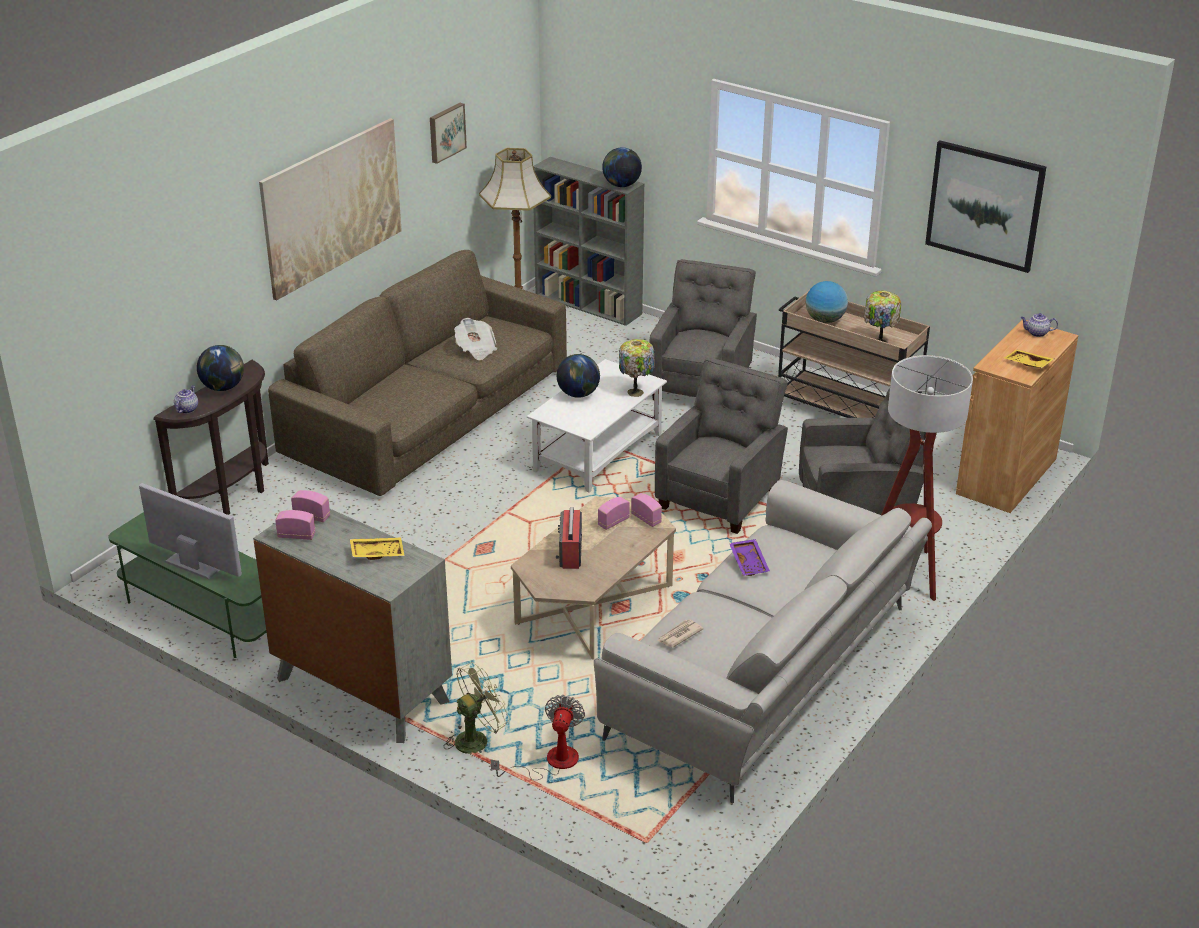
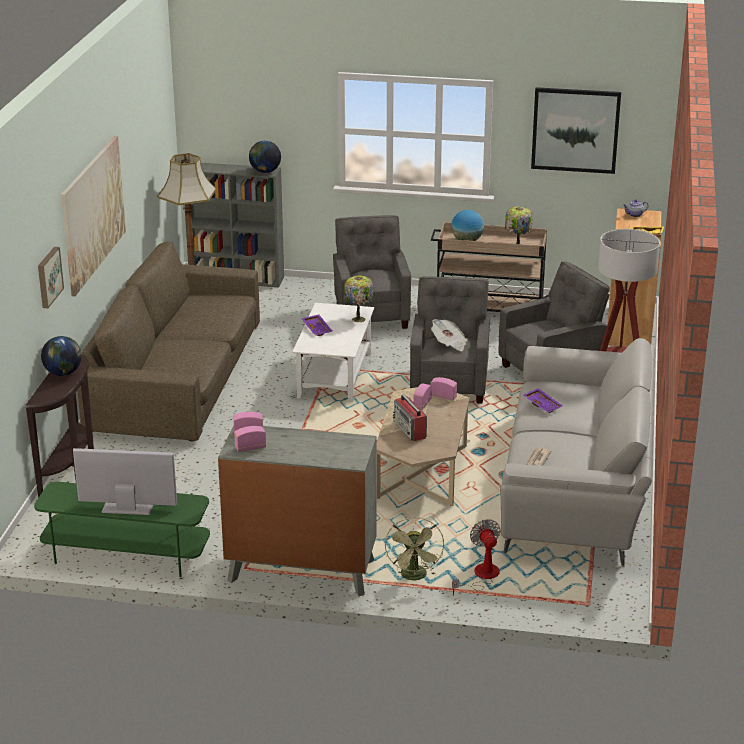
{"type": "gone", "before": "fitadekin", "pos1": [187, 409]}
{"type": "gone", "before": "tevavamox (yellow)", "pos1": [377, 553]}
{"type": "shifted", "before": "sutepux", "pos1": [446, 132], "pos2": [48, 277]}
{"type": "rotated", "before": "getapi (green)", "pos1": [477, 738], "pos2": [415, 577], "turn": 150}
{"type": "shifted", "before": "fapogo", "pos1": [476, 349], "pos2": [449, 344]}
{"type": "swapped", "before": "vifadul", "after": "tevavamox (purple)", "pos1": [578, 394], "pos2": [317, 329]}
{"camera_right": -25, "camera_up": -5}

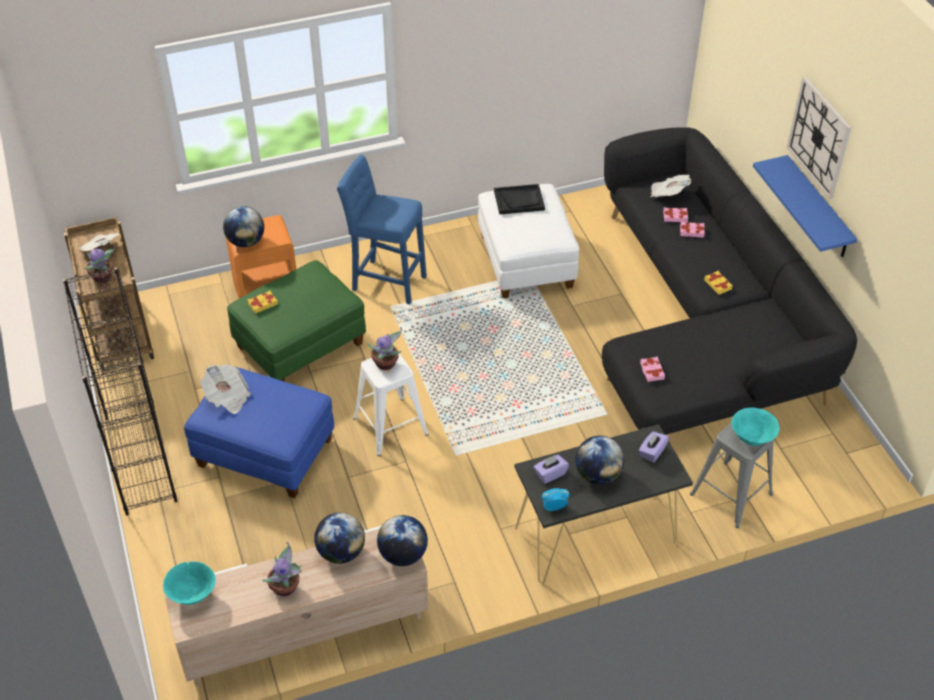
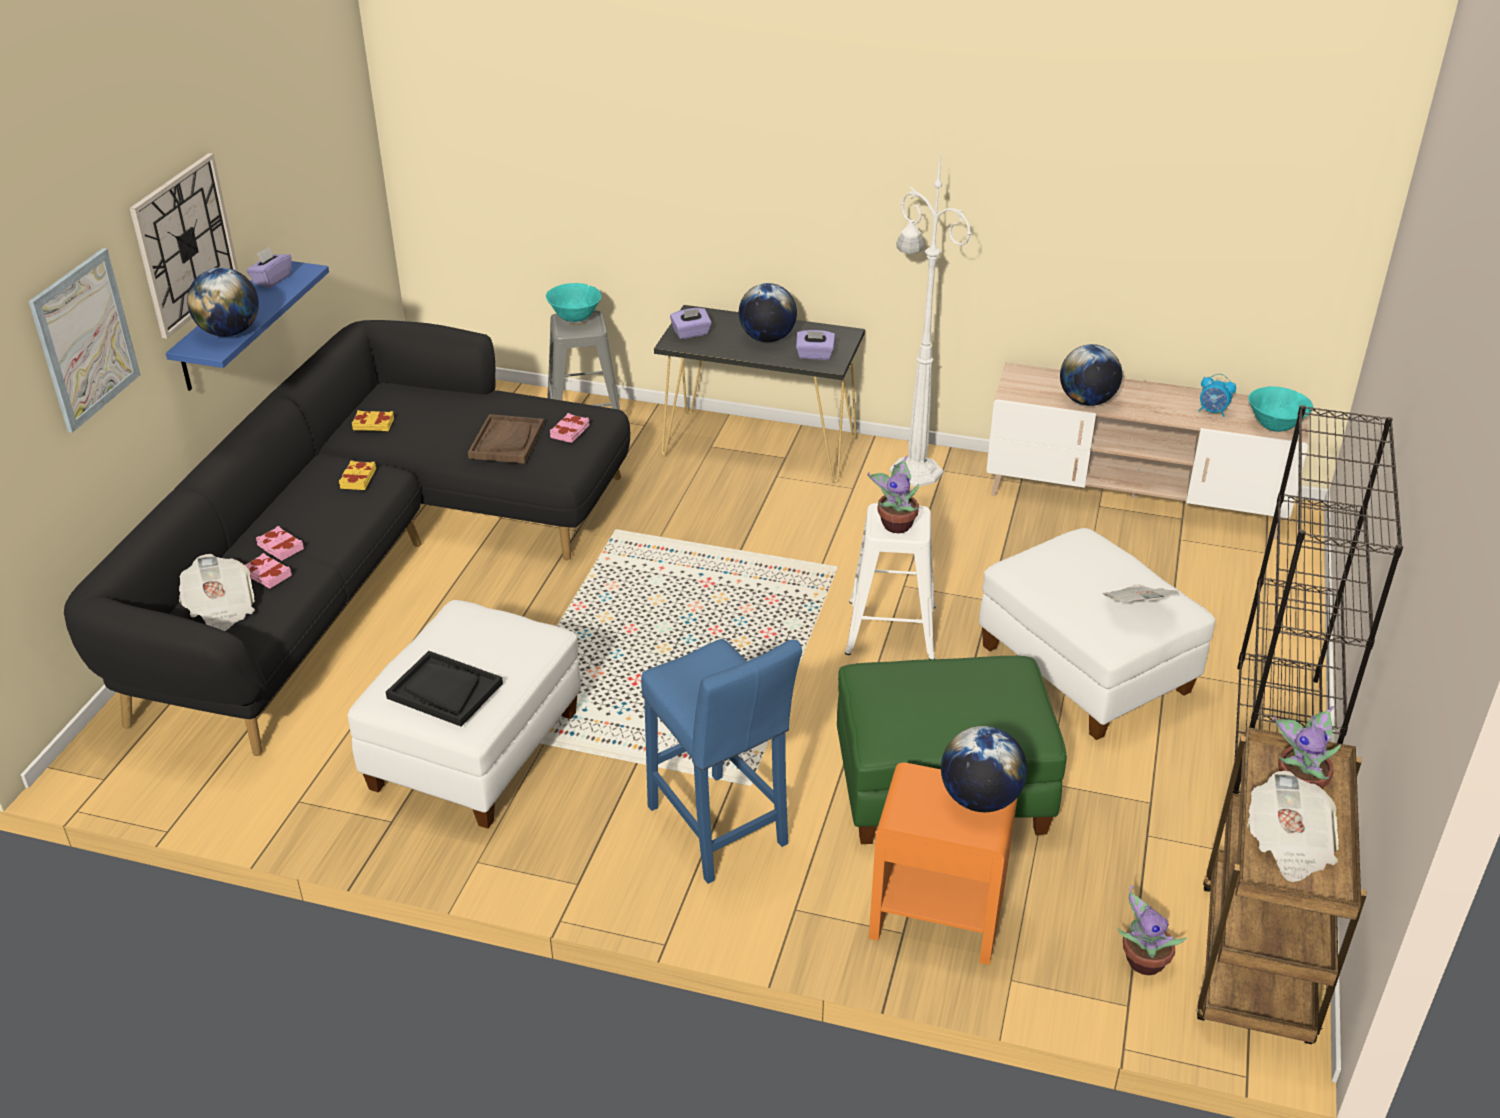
{"type": "repainted", "before": "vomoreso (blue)", "after": "vomoreso (white)", "pos1": [265, 453], "pos2": [1086, 670]}
{"type": "shifted", "before": "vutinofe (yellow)", "pos1": [262, 303], "pos2": [373, 425]}
{"type": "shifted", "before": "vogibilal", "pos1": [286, 587], "pos2": [1142, 961]}
{"type": "shifted", "before": "vifadul", "pos1": [403, 555], "pos2": [229, 332]}
{"type": "shifted", "before": "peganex", "pos1": [553, 507], "pos2": [1212, 411]}
{"type": "new", "after": "sutepux", "pos2": [85, 339]}
{"type": "new", "after": "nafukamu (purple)", "pos2": [272, 280]}
{"type": "new", "after": "tevavamox (brown)", "pos2": [506, 441]}
{"type": "new", "after": "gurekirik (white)", "pos2": [914, 470]}
{"camera_right": -145, "camera_up": -10}

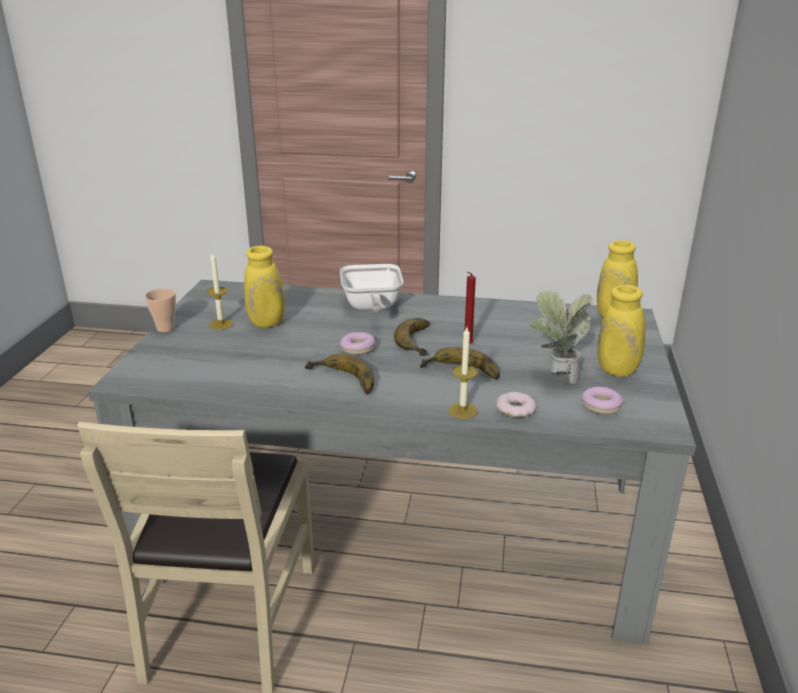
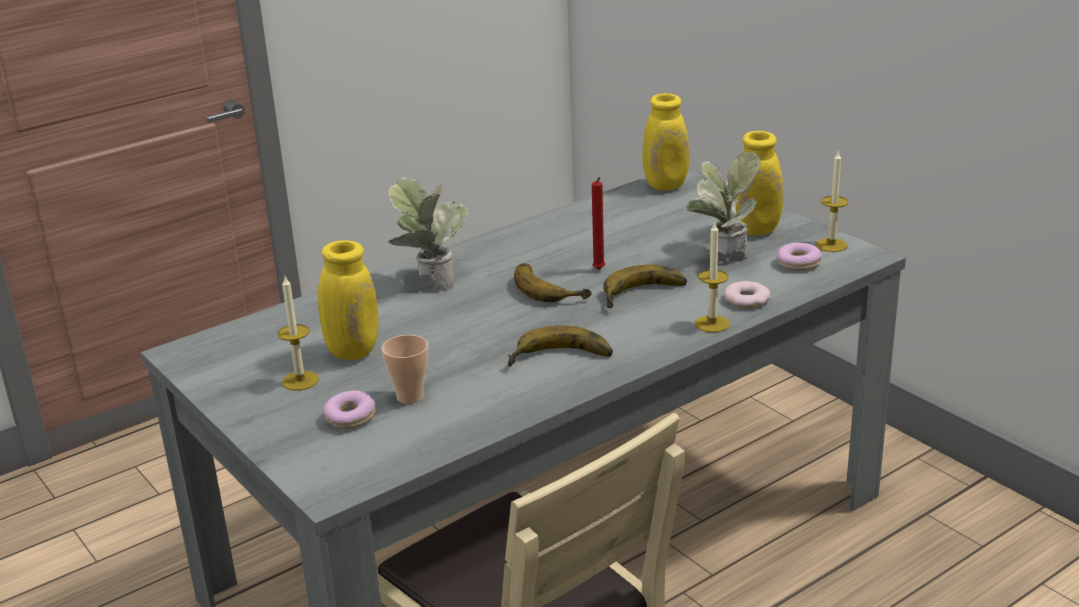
{"type": "shifted", "before": "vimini", "pos1": [165, 328], "pos2": [410, 397]}
{"type": "swapped", "before": "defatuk", "after": "vogibilal", "pos1": [371, 307], "pos2": [430, 282]}
{"type": "shifted", "before": "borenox", "pos1": [357, 348], "pos2": [350, 417]}
{"type": "new", "after": "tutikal", "pos2": [831, 245]}
{"camera_right": -45, "camera_up": 0}

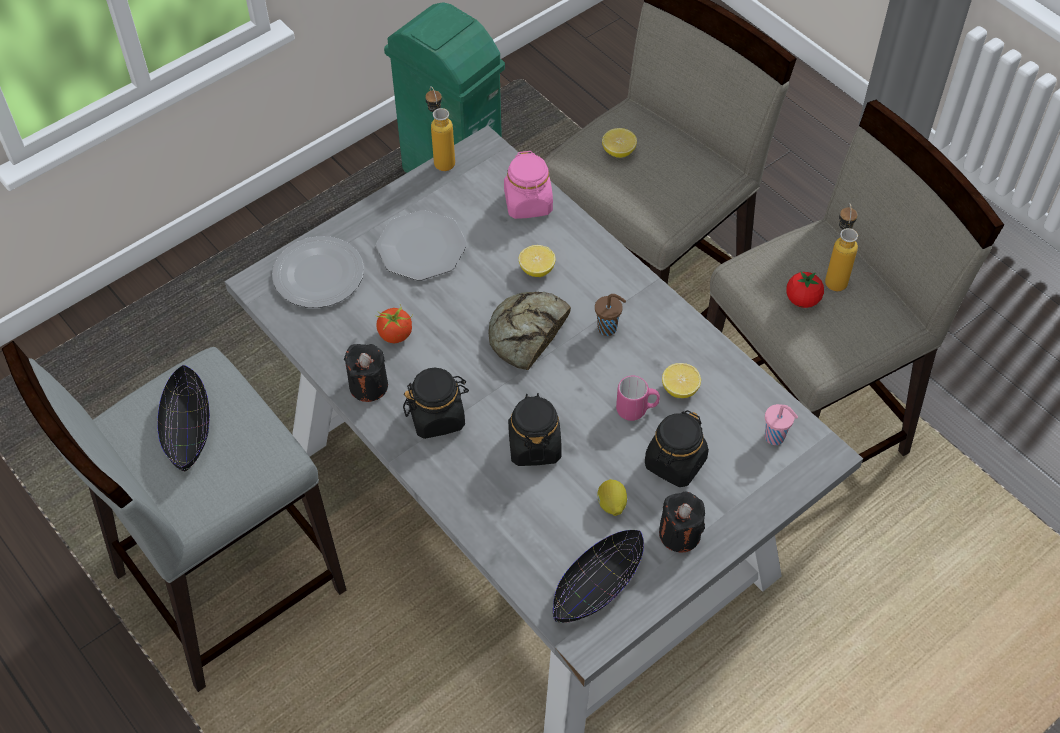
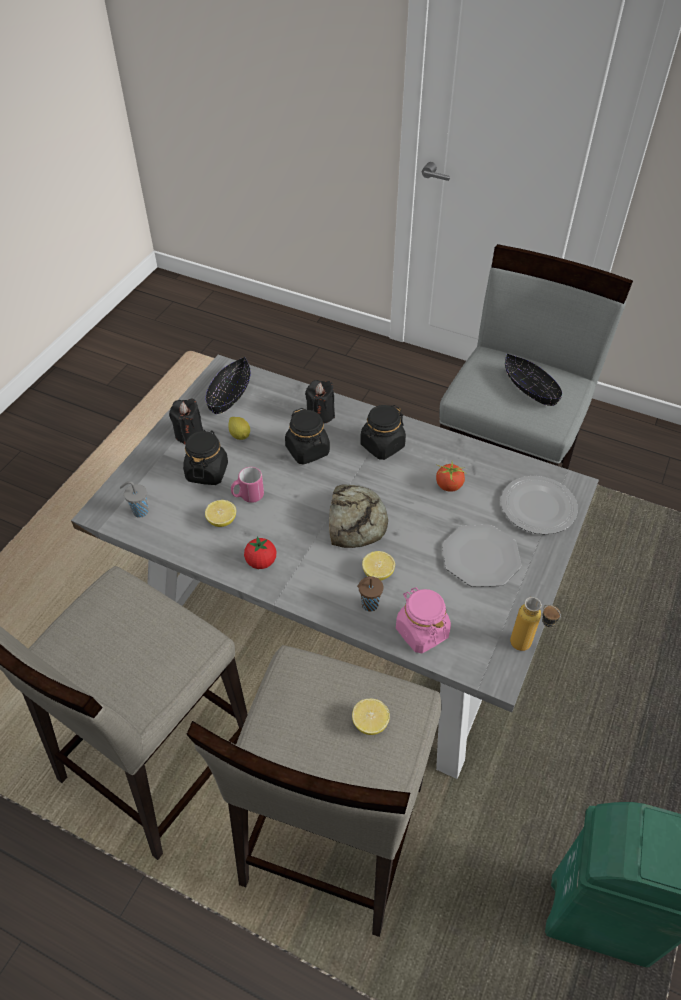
{"type": "shifted", "before": "tutikal (black)", "pos1": [368, 386], "pos2": [320, 414]}
{"type": "shifted", "before": "vimini (brown)", "pos1": [608, 328], "pos2": [368, 605]}
{"type": "repainted", "before": "vimini (pink)", "after": "vimini (grey)", "pos1": [776, 437], "pos2": [139, 511]}
{"type": "shifted", "before": "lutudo", "pos1": [802, 300], "pos2": [261, 562]}
{"type": "gone", "before": "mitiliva", "pos1": [835, 276]}
{"camera_right": 155, "camera_up": -5}

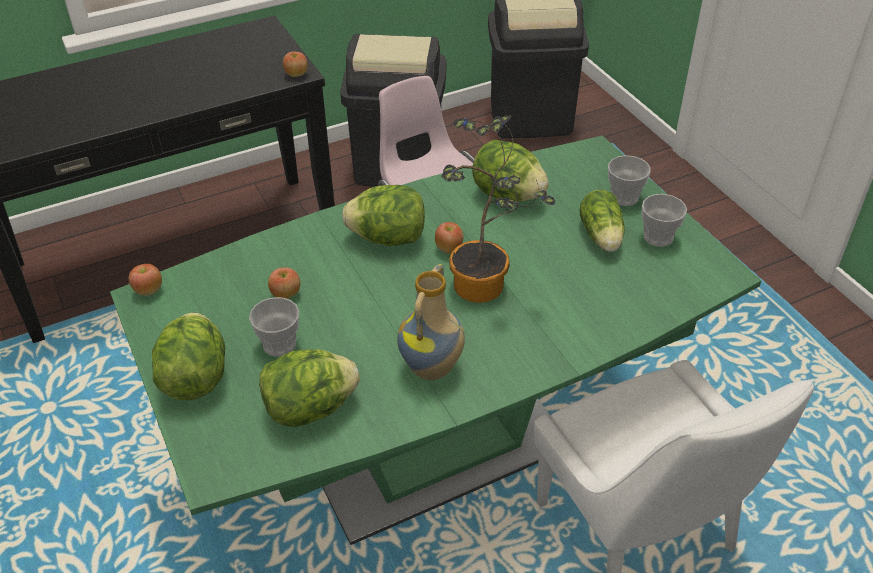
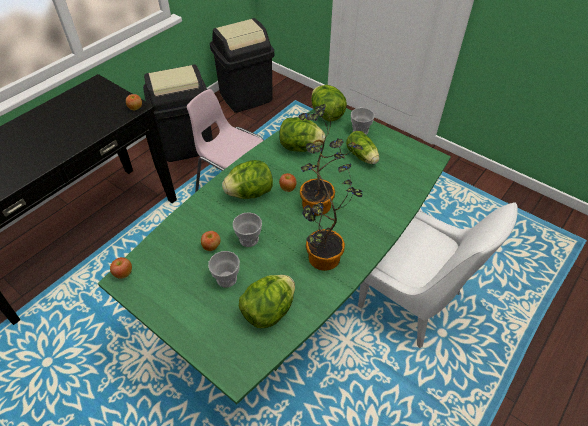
{"type": "shifted", "before": "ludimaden", "pos1": [195, 377], "pos2": [327, 114]}
{"type": "swapped", "before": "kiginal", "after": "vogibilal", "pos1": [433, 368], "pos2": [321, 261]}
{"type": "shifted", "before": "vimini", "pos1": [658, 237], "pos2": [249, 239]}
{"camera_right": -25, "camera_up": 5}

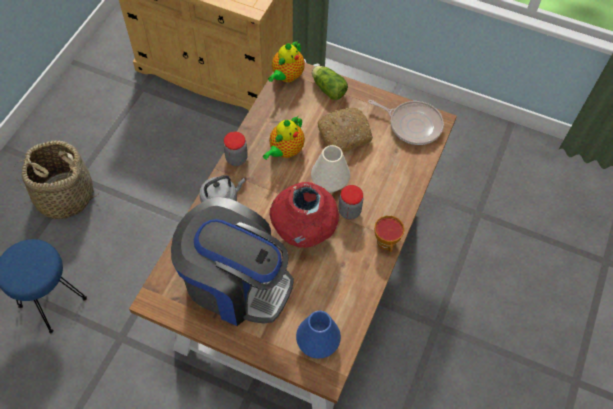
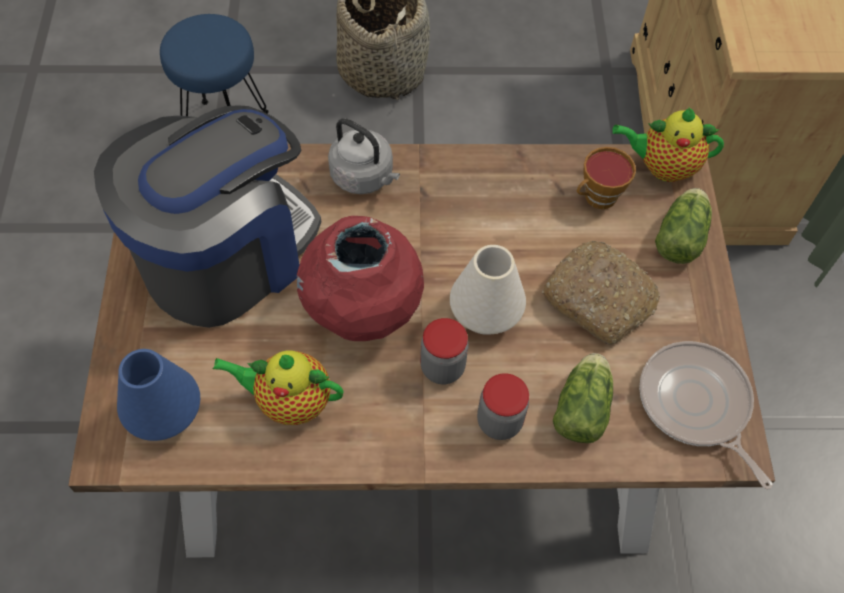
{"type": "rotated", "before": "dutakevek", "pos1": [236, 282], "pos2": [226, 255], "turn": -135}
{"type": "shifted", "before": "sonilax", "pos1": [236, 158], "pos2": [499, 421]}
{"type": "shifted", "before": "fitadekin", "pos1": [285, 151], "pos2": [289, 401]}
{"type": "rotated", "before": "defatuk", "pos1": [412, 124], "pos2": [696, 405], "turn": 150}
{"type": "shifted", "before": "vimini", "pos1": [386, 243], "pos2": [597, 198]}
{"type": "new", "after": "ludimaden", "pos2": [582, 406]}
{"camera_right": 65, "camera_up": 0}

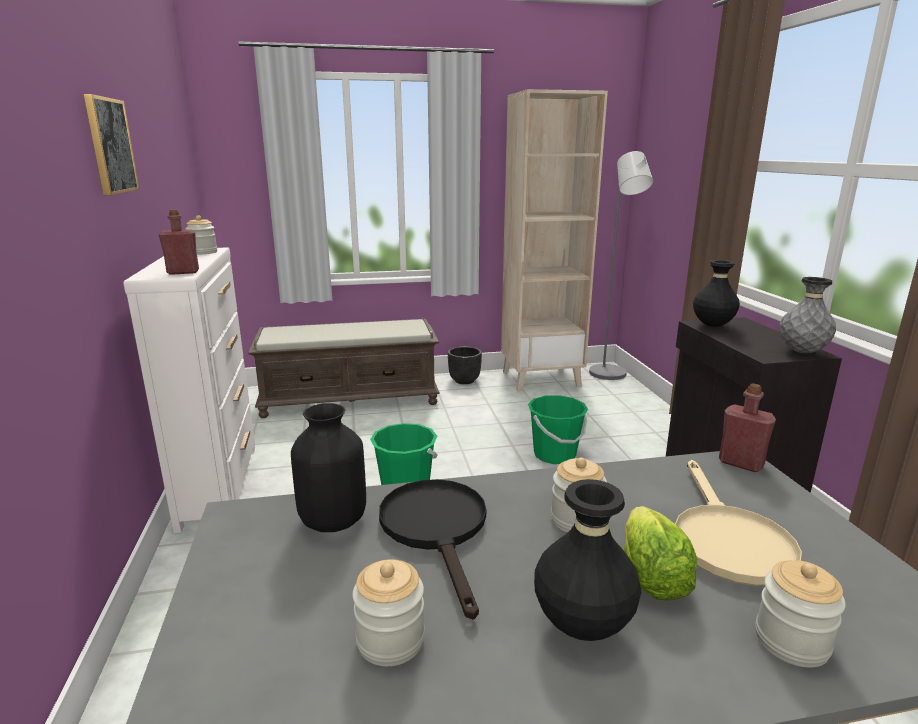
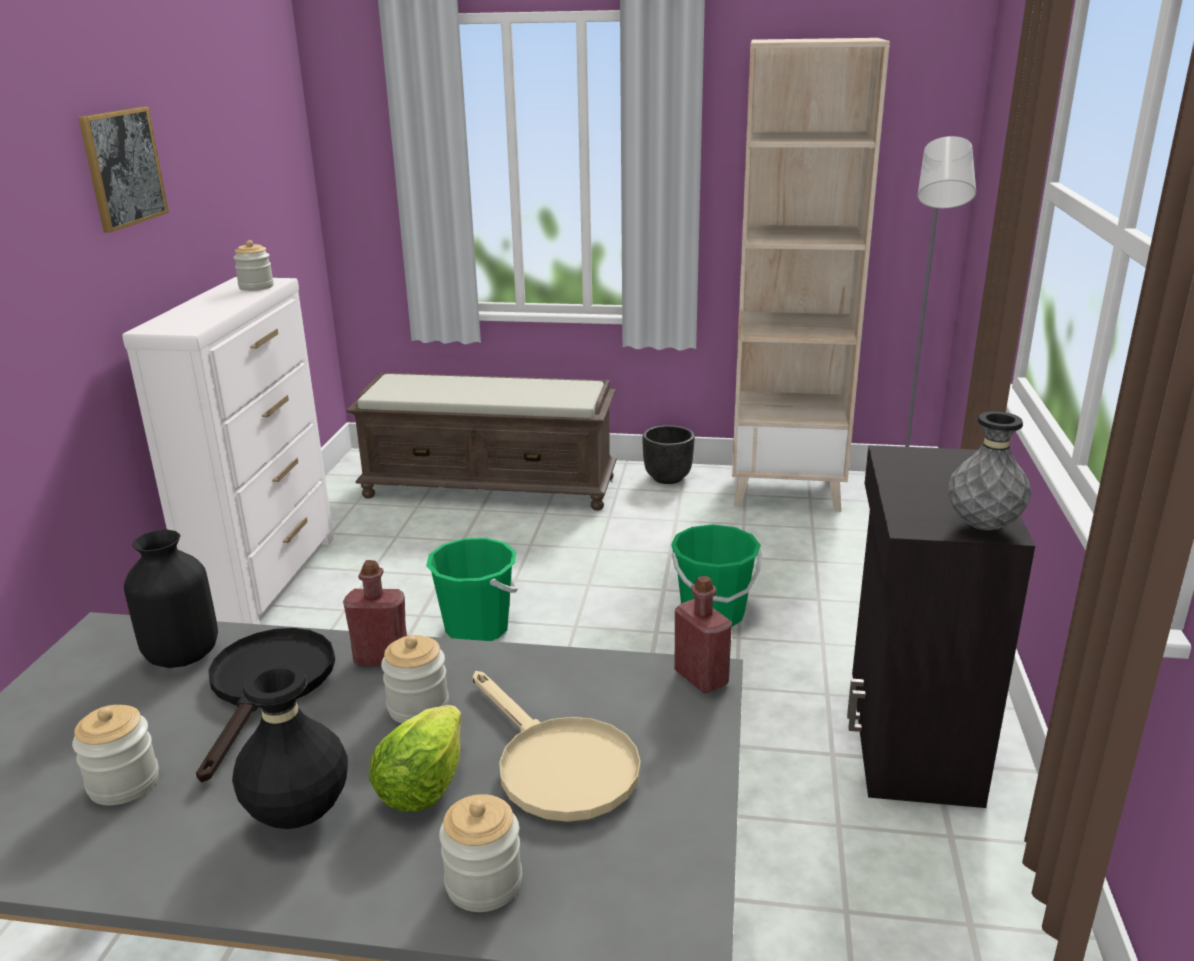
{"type": "shifted", "before": "mitiliva (red)", "pos1": [183, 272], "pos2": [381, 658]}
{"type": "rotated", "before": "defatuk (beige)", "pos1": [726, 539], "pos2": [556, 764], "turn": -60}
{"type": "gone", "before": "kiginal (black)", "pos1": [712, 326]}
{"camera_right": 20, "camera_up": 5}

